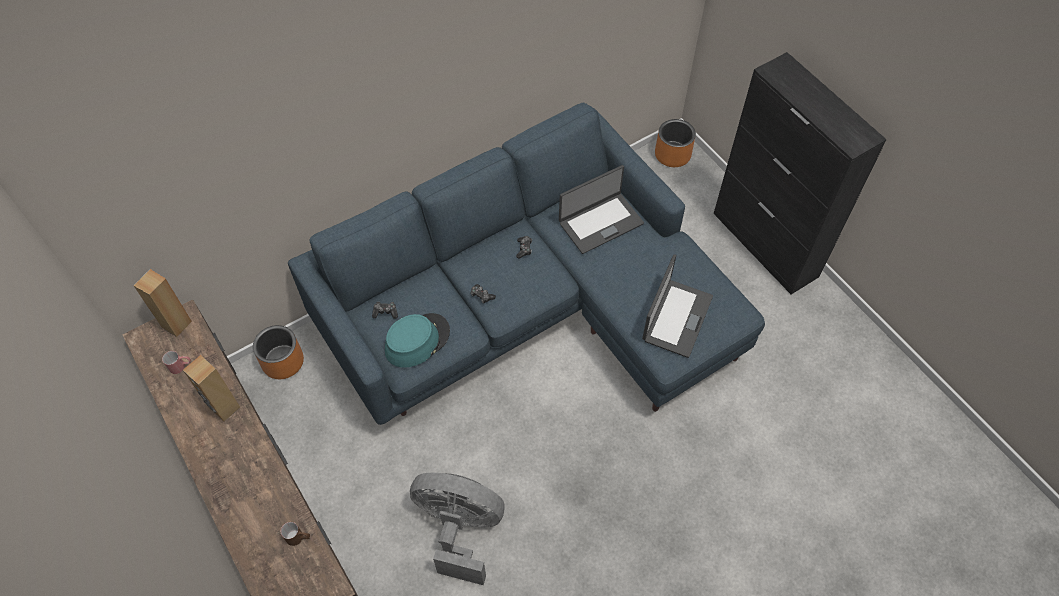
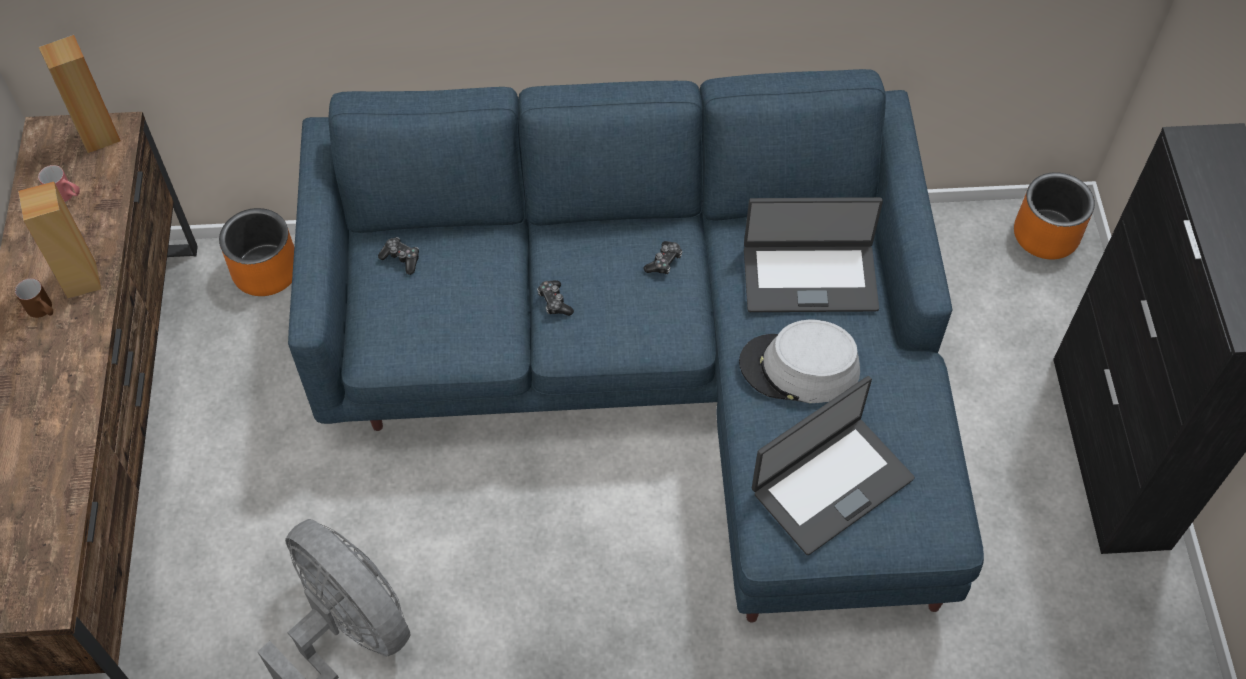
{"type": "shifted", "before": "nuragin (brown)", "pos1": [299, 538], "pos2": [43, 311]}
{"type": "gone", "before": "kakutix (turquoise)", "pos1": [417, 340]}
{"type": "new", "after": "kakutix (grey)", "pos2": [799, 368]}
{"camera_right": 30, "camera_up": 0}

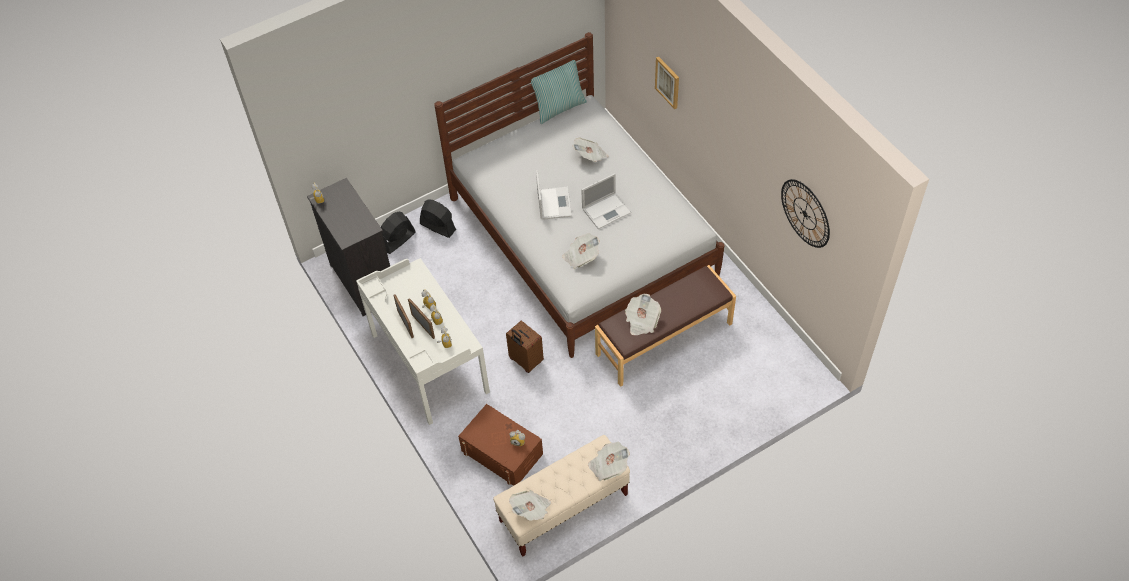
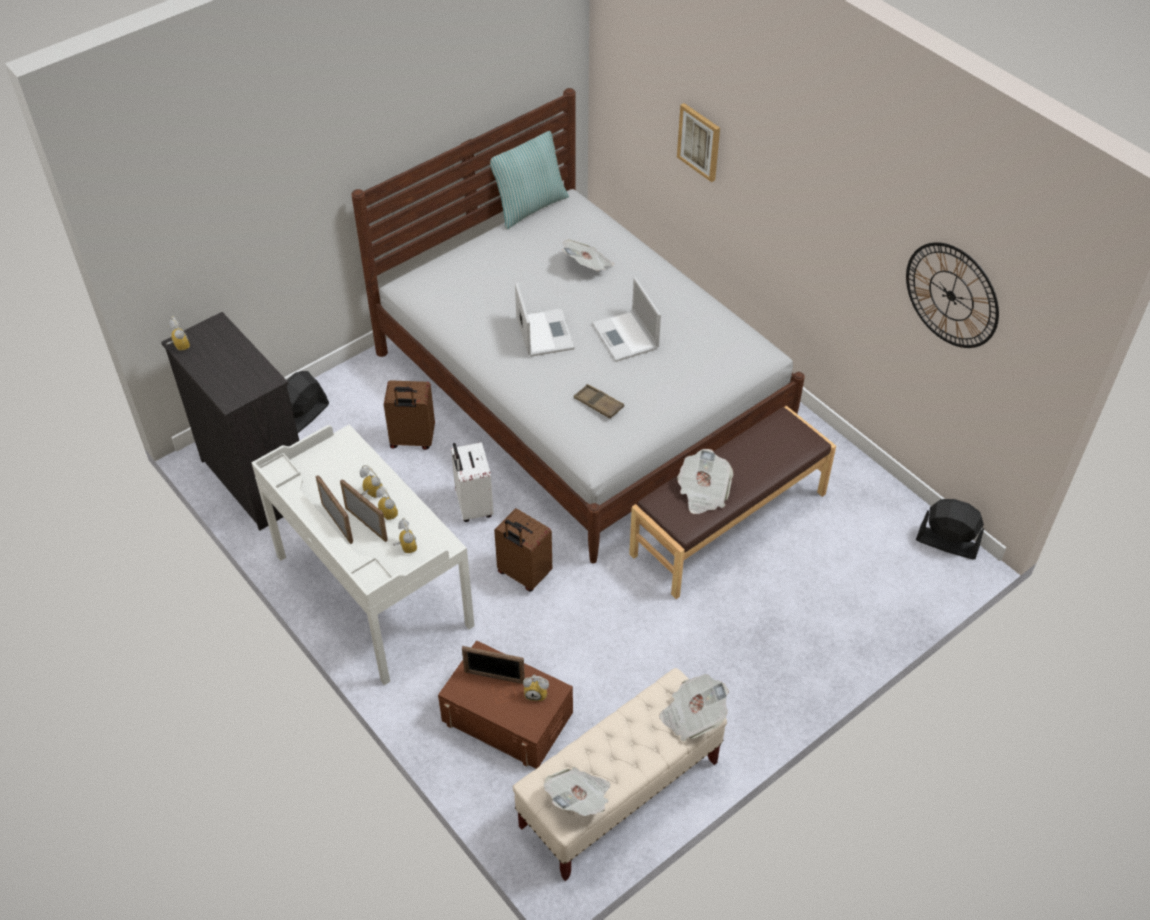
{"type": "shifted", "before": "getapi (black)", "pos1": [438, 226], "pos2": [947, 542]}
{"type": "swapped", "before": "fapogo", "after": "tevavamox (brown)", "pos1": [581, 256], "pos2": [598, 404]}
{"type": "rotated", "before": "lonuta", "pos1": [607, 210], "pos2": [626, 337], "turn": 105}
{"type": "new", "after": "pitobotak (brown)", "pos2": [412, 440]}
{"type": "new", "after": "pitobotak (white)", "pos2": [473, 506]}
{"type": "new", "after": "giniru", "pos2": [494, 677]}
{"camera_right": -10, "camera_up": -5}

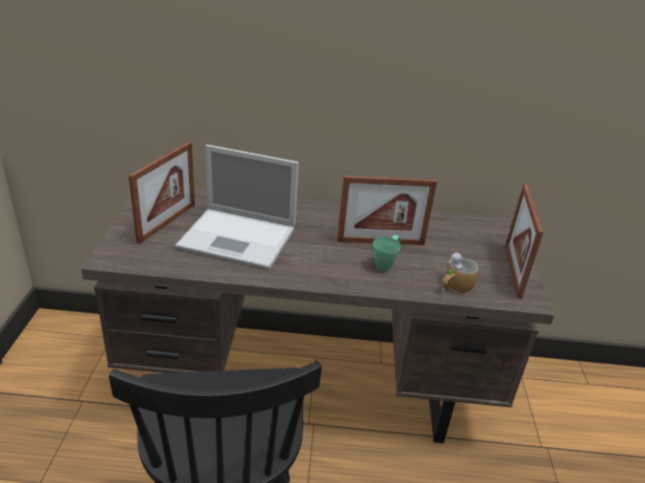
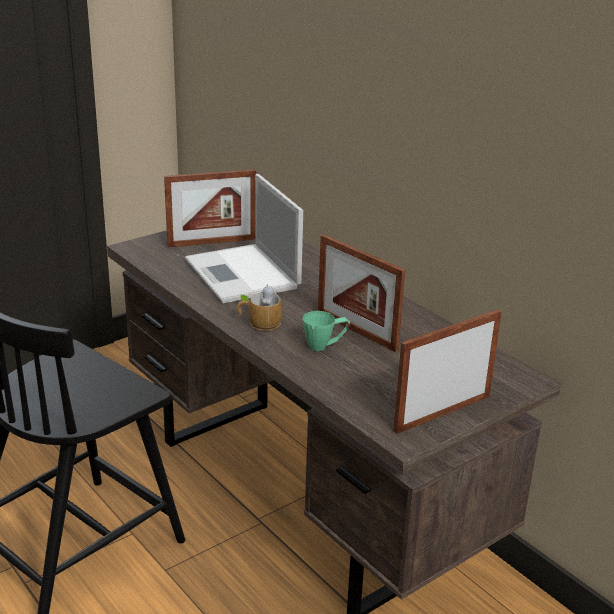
{"type": "shifted", "before": "nuragin", "pos1": [455, 287], "pos2": [259, 322]}
{"camera_right": 50, "camera_up": -5}

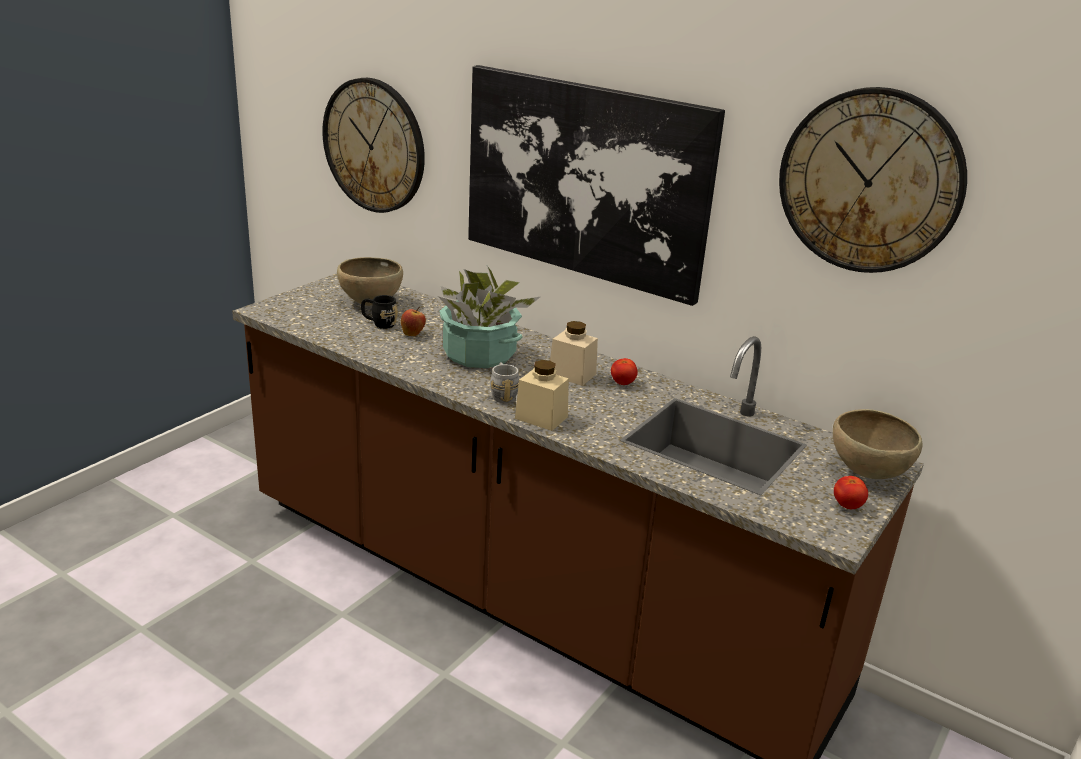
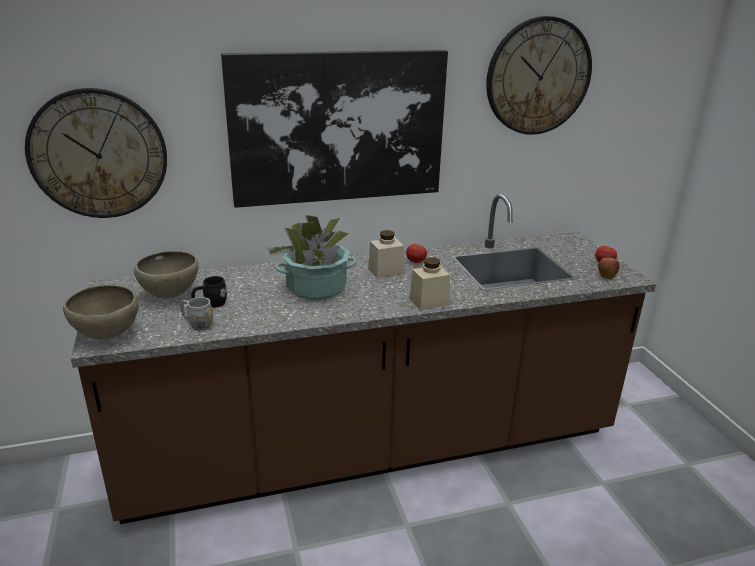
{"type": "shifted", "before": "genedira", "pos1": [413, 334], "pos2": [606, 276]}
{"type": "shifted", "before": "nuragin (grey)", "pos1": [503, 394], "pos2": [197, 324]}
{"type": "shifted", "before": "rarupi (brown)", "pos1": [867, 474], "pos2": [107, 336]}
{"camera_right": -50, "camera_up": 0}

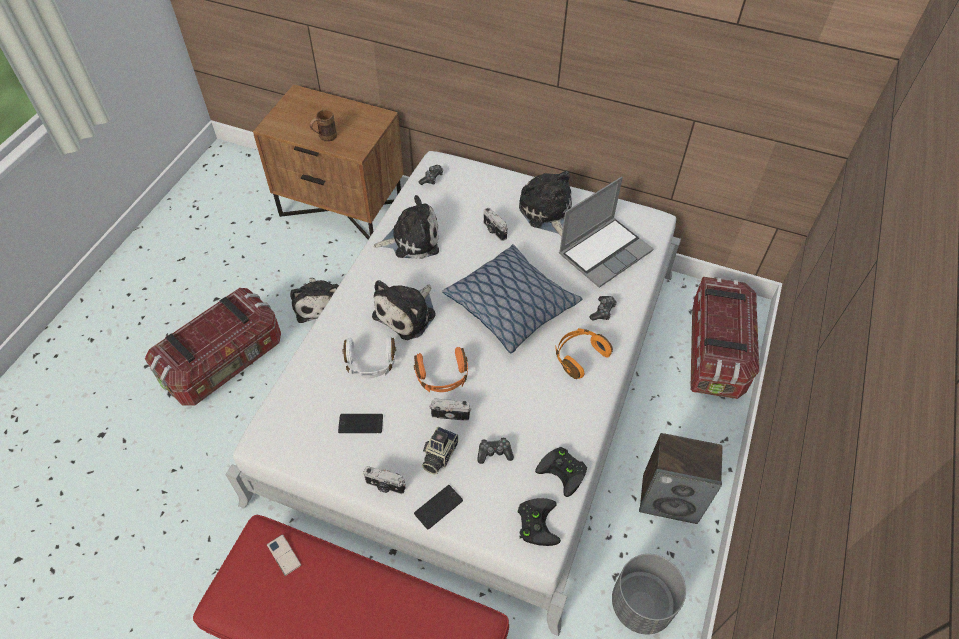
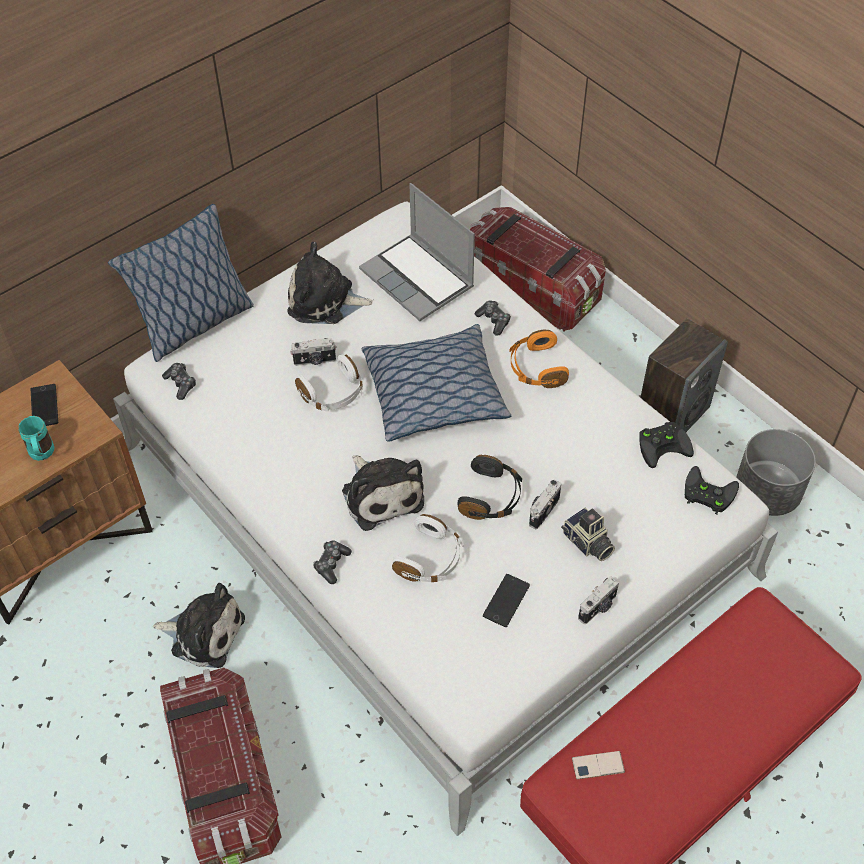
{"type": "repainted", "before": "nuragin (brown)", "after": "nuragin (turquoise)", "pos1": [324, 138], "pos2": [42, 455]}
{"type": "gone", "before": "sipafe", "pos1": [412, 239]}
{"type": "repainted", "before": "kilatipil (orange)", "after": "kilatipil (black)", "pos1": [442, 377], "pos2": [491, 497]}
{"type": "shifted", "before": "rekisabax", "pos1": [438, 507], "pos2": [44, 406]}
{"type": "shifted", "before": "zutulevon", "pos1": [494, 453], "pos2": [331, 564]}
{"type": "rotated", "before": "lonuta", "pos1": [605, 252], "pos2": [419, 279], "turn": 150}
{"type": "new", "after": "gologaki", "pos2": [194, 324]}
{"type": "new", "after": "kilatipil (white)", "pos2": [333, 393]}
{"camera_right": -60, "camera_up": 0}

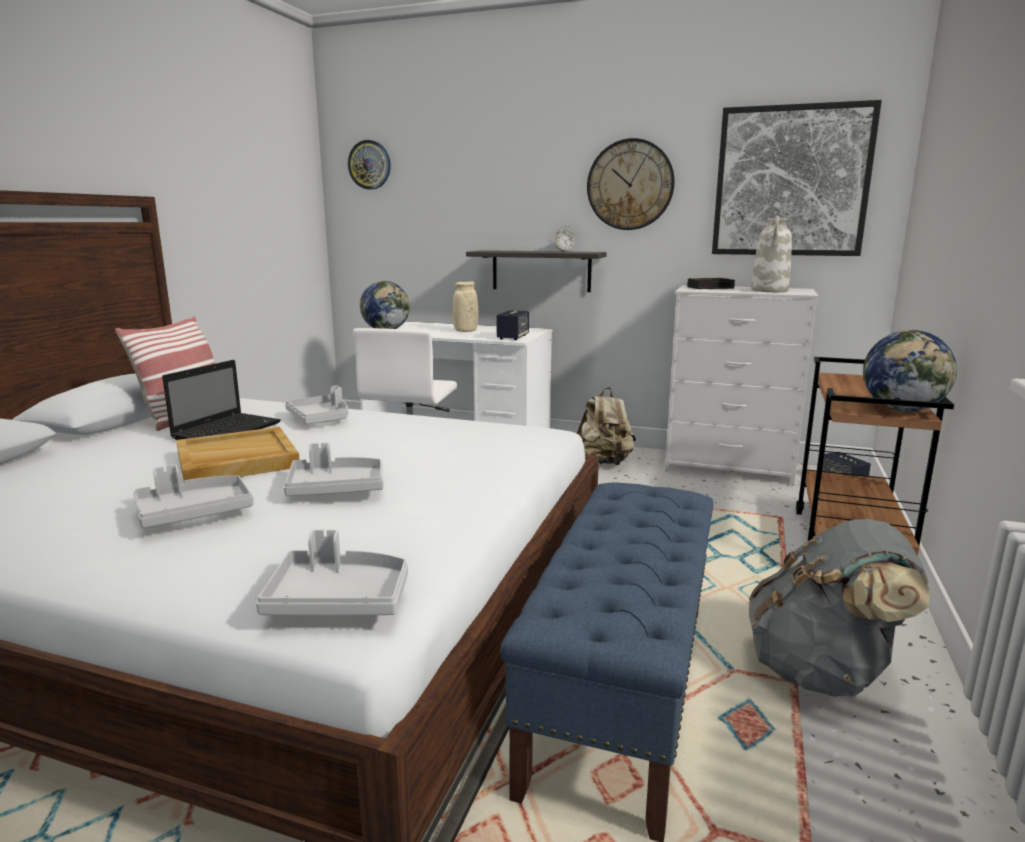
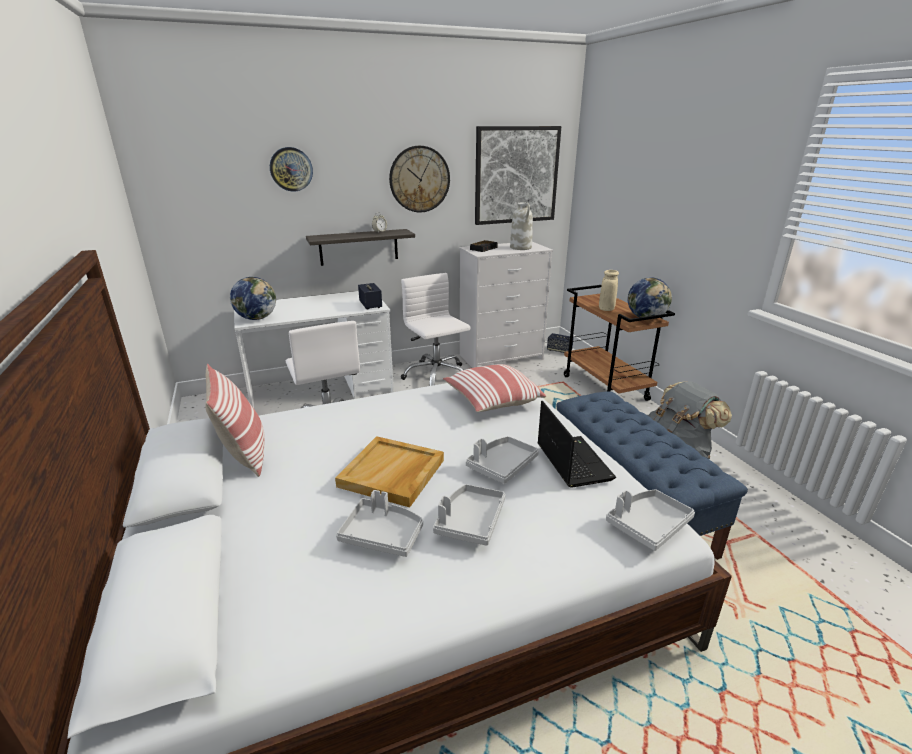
{"type": "shifted", "before": "lonuta", "pos1": [228, 430], "pos2": [572, 461]}
{"type": "shifted", "before": "tevavamox (grey)", "pos1": [320, 419], "pos2": [382, 535]}
{"type": "shifted", "before": "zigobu", "pos1": [369, 165], "pos2": [291, 169]}
{"type": "shifted", "before": "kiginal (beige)", "pos1": [465, 331], "pos2": [606, 309]}
{"type": "swapped", "before": "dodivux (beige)", "after": "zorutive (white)", "pos1": [604, 463], "pos2": [436, 376]}
{"type": "new", "after": "gologaki", "pos2": [492, 400]}
{"camera_right": -40, "camera_up": 10}

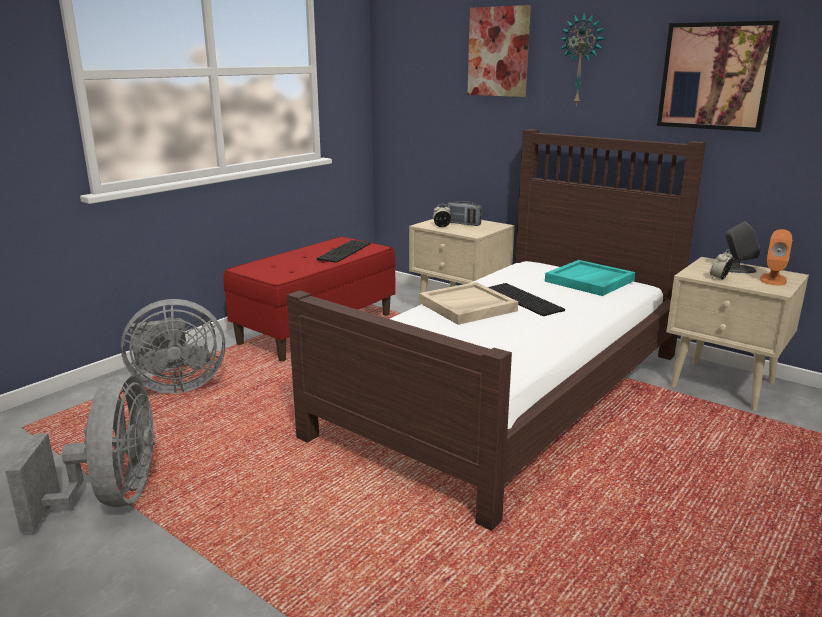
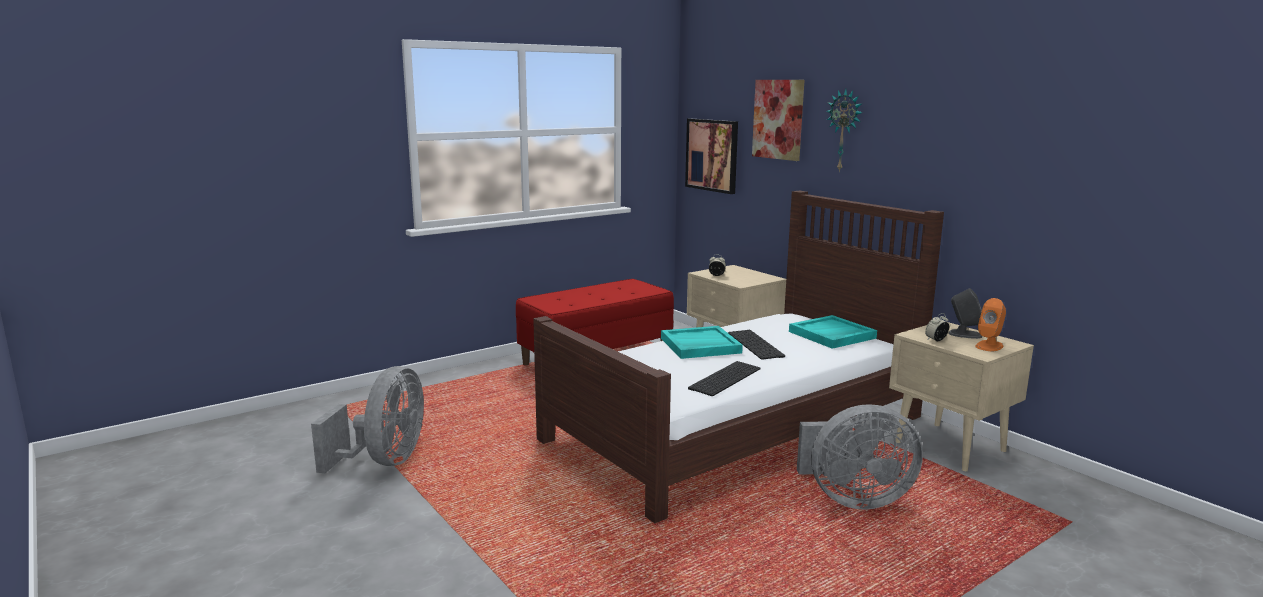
{"type": "shifted", "before": "getapi (grey)", "pos1": [176, 385], "pos2": [853, 499]}
{"type": "shifted", "before": "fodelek", "pos1": [343, 251], "pos2": [724, 378]}
{"type": "repainted", "before": "tevavamox (beige)", "after": "tevavamox (turquoise)", "pos1": [467, 307], "pos2": [700, 346]}
{"type": "gone", "before": "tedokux", "pos1": [463, 224]}
{"type": "shifted", "before": "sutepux", "pos1": [715, 76], "pos2": [712, 155]}
{"camera_right": 15, "camera_up": -5}

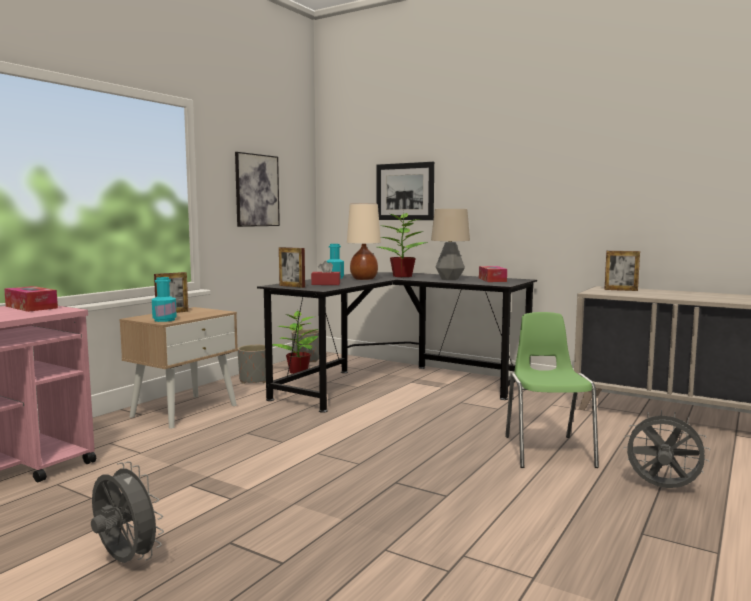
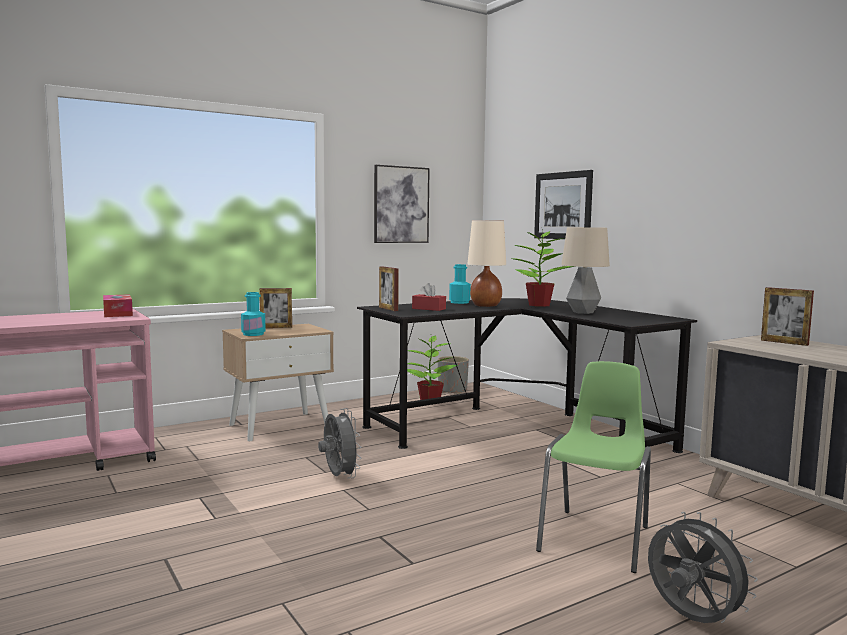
{"type": "shifted", "before": "getapi (grey)", "pos1": [124, 561], "pos2": [339, 477]}
{"type": "gone", "before": "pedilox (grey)", "pos1": [254, 380]}
{"type": "gone", "before": "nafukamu", "pos1": [492, 280]}
{"camera_right": 25, "camera_up": 0}

